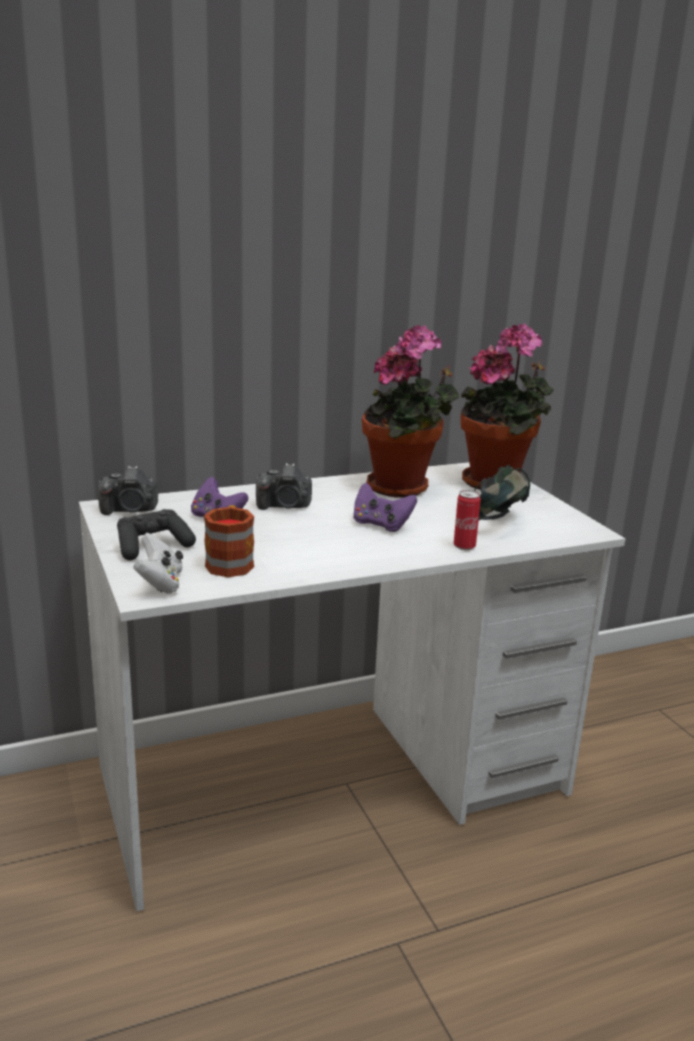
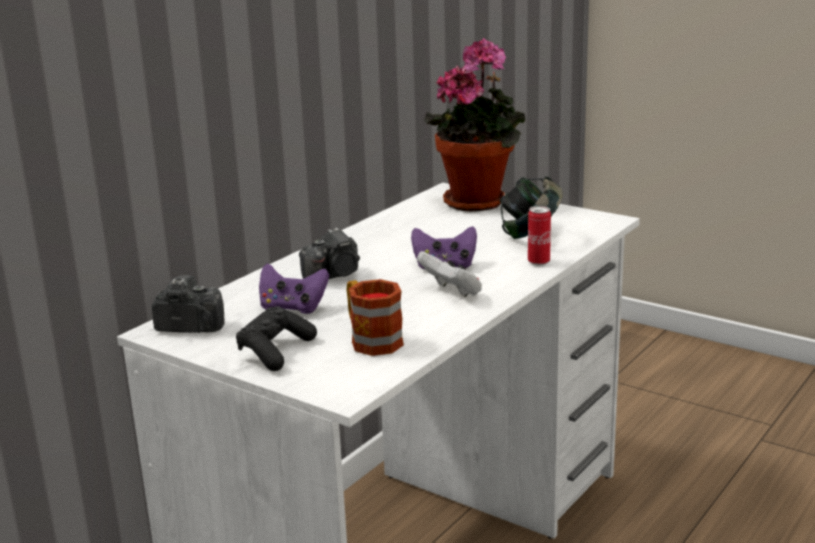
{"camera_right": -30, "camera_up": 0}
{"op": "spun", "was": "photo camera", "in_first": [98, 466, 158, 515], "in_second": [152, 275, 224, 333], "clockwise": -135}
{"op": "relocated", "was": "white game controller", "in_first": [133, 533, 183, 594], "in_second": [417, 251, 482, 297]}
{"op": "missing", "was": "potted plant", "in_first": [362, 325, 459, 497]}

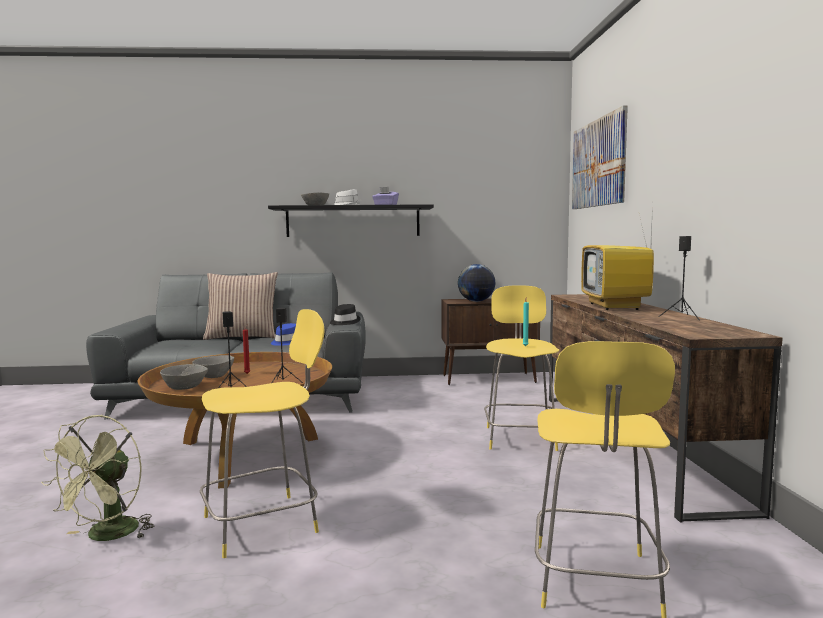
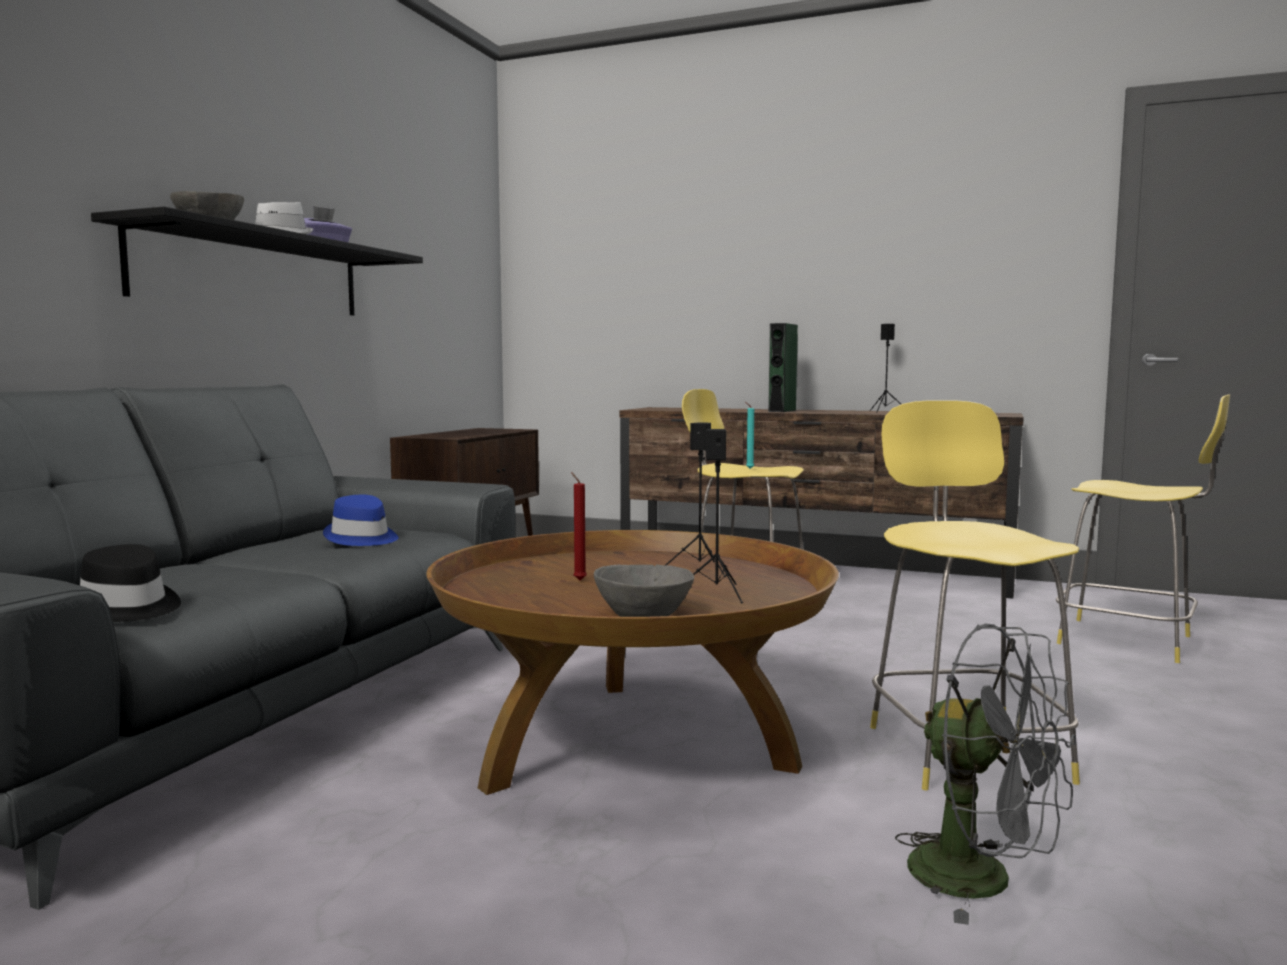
{"camera_right": -65, "camera_up": 0}
{"op": "colour", "was": "green fan", "now": "grey fan", "in_first": [41, 415, 155, 541], "in_second": [895, 623, 1076, 925]}
{"op": "missing", "was": "grey bowl", "in_first": [192, 355, 234, 378]}
{"op": "missing", "was": "pillow", "in_first": [203, 272, 278, 340]}
{"op": "relocated", "was": "black hat", "in_first": [330, 304, 360, 325], "in_second": [80, 544, 181, 622]}
{"op": "missing", "was": "globe", "in_first": [458, 264, 495, 302]}
{"op": "missing", "was": "picture", "in_first": [572, 105, 628, 209]}
{"op": "exchanged", "was": "television", "now": "green speaker", "in_first": [581, 204, 654, 310], "in_second": [768, 323, 798, 412]}

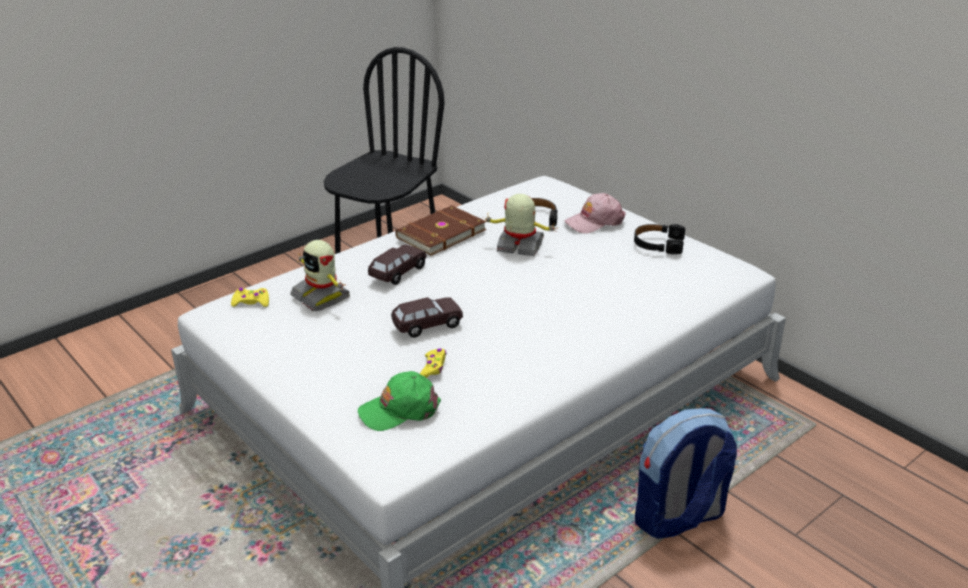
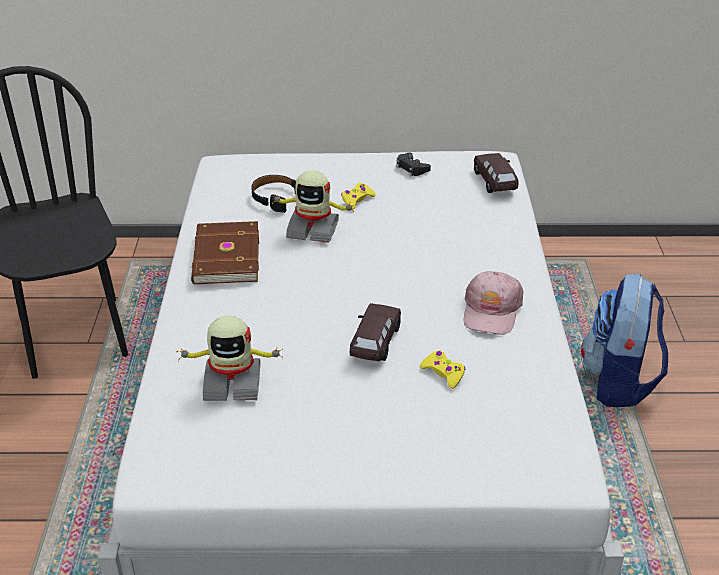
{"camera_right": -50, "camera_up": 5}
{"op": "relocated", "was": "yellow game controller", "in_first": [231, 288, 269, 307], "in_second": [341, 183, 376, 210]}
{"op": "missing", "was": "green cap", "in_first": [357, 371, 441, 431]}
{"op": "relocated", "was": "brown toy car", "in_first": [368, 245, 427, 285], "in_second": [474, 153, 519, 193]}
{"op": "spun", "was": "toy robot", "in_first": [484, 194, 557, 256], "in_second": [271, 170, 354, 243], "clockwise": -135}
{"op": "relocated", "was": "pink cap", "in_first": [565, 193, 626, 233], "in_second": [464, 271, 523, 335]}
{"op": "exchanged", "was": "black headphones", "now": "black game controller", "in_first": [634, 224, 685, 255], "in_second": [396, 152, 431, 176]}

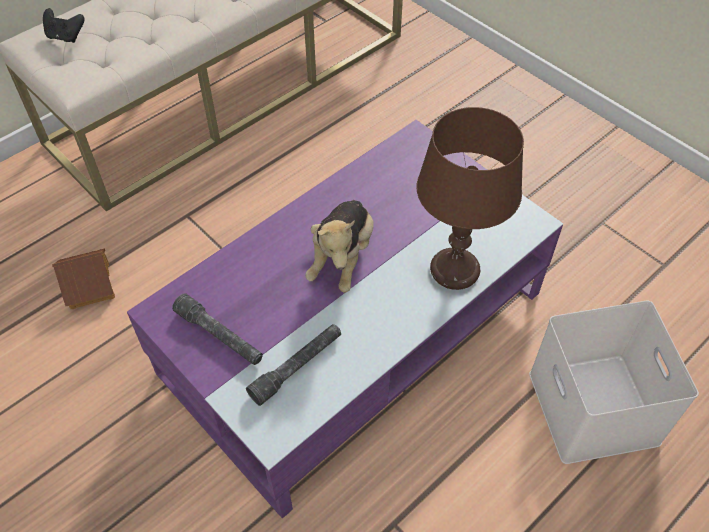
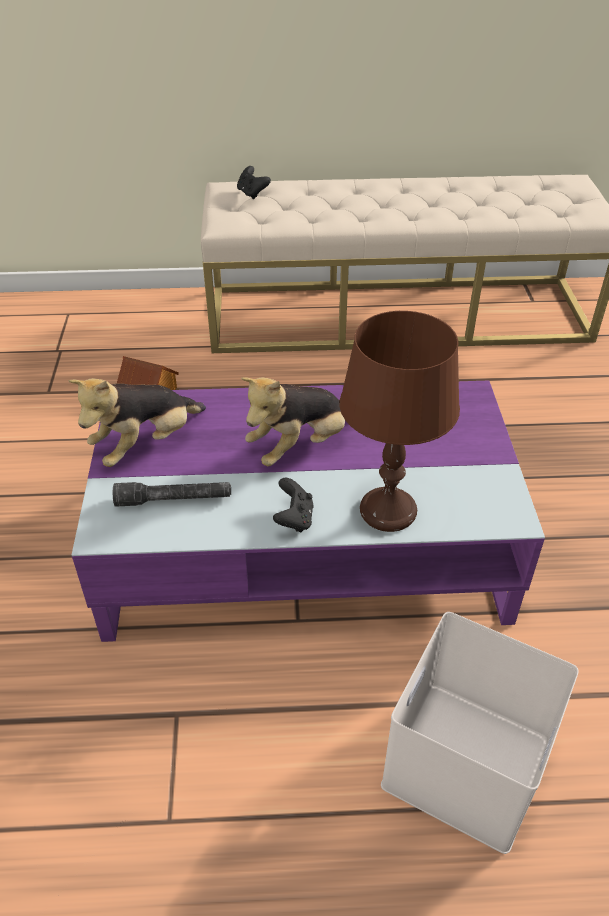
{"camera_right": 40, "camera_up": -10}
{"op": "exchanged", "was": "grey flashlight", "now": "plush toy", "in_first": [172, 293, 263, 365], "in_second": [69, 378, 206, 467]}
{"op": "appeared", "now": "black game controller", "in_second": [273, 478, 314, 533]}

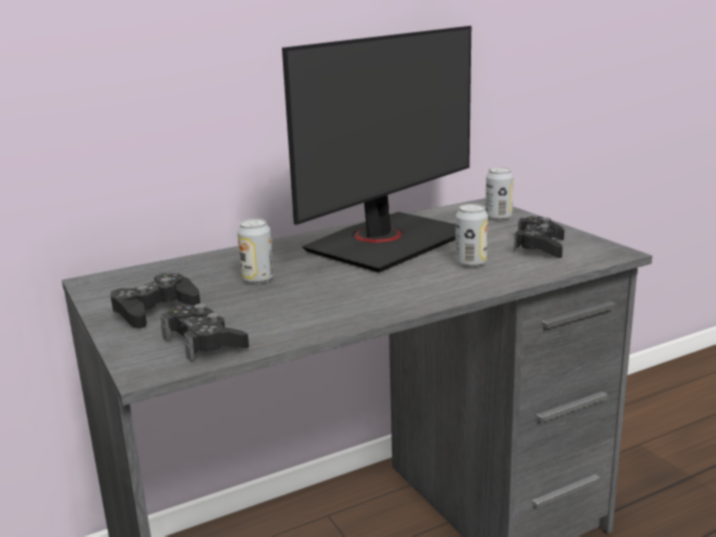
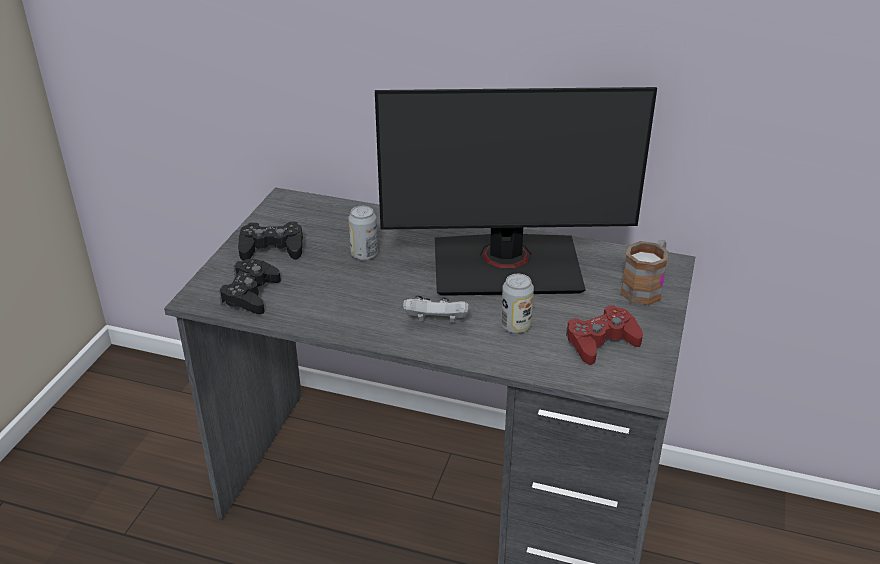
{"camera_right": 45, "camera_up": 15}
{"op": "exchanged", "was": "can", "now": "mug", "in_first": [485, 167, 513, 220], "in_second": [620, 240, 668, 305]}
{"op": "colour", "was": "black game controller", "now": "red game controller", "in_first": [514, 216, 564, 258], "in_second": [566, 305, 643, 365]}
{"op": "appeared", "now": "white game controller", "in_second": [403, 296, 469, 323]}

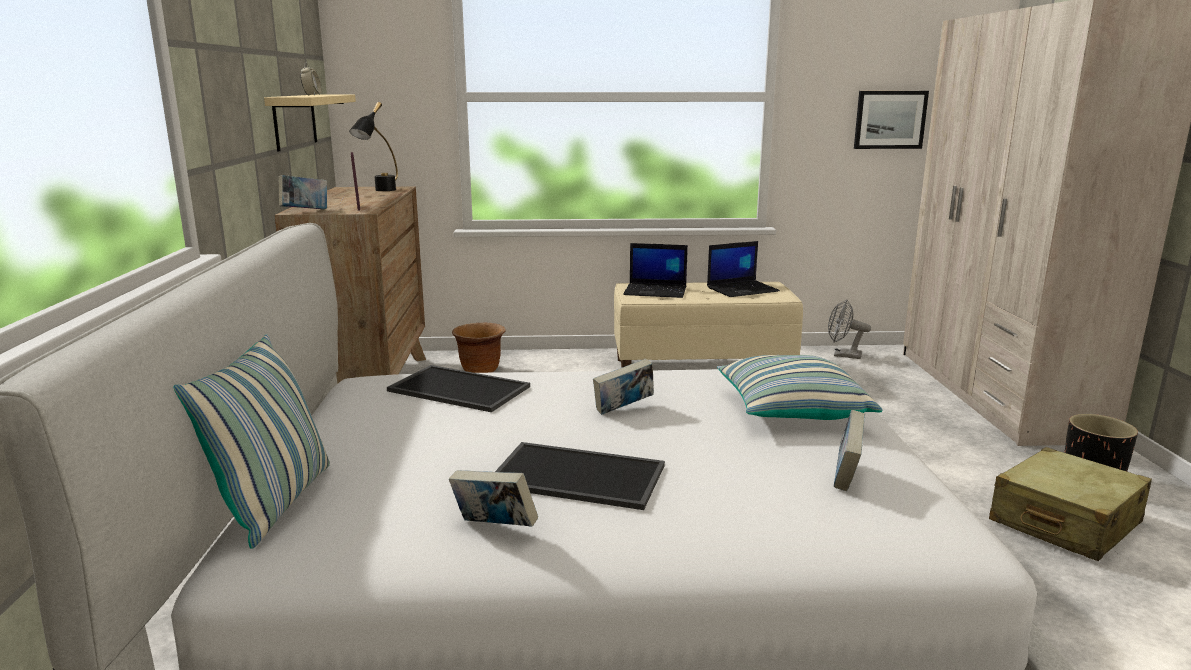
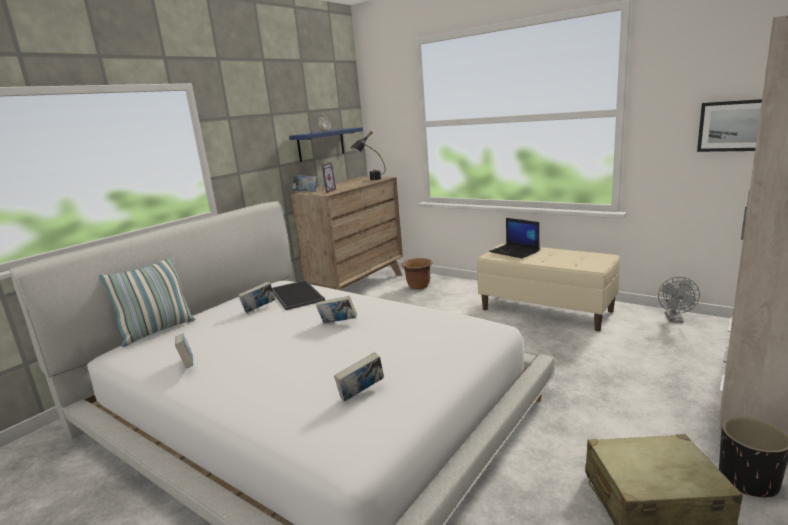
{"camera_right": 40, "camera_up": 0}
{"op": "colour", "was": "beige shelf", "now": "blue shelf", "in_first": [264, 95, 356, 152], "in_second": [289, 127, 363, 162]}
{"op": "missing", "was": "tray", "in_first": [495, 442, 665, 510]}
{"op": "missing", "was": "laptop", "in_first": [707, 241, 780, 297]}
{"op": "missing", "was": "pillow", "in_first": [717, 355, 882, 420]}
{"op": "spun", "was": "grey fan", "in_first": [828, 300, 871, 359], "in_second": [658, 277, 700, 323], "clockwise": -135}
{"op": "appeared", "now": "book", "in_second": [238, 281, 276, 313]}

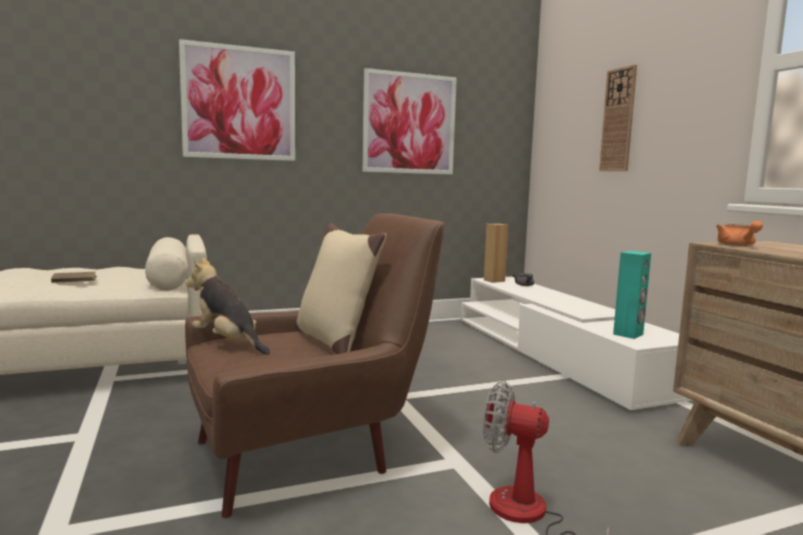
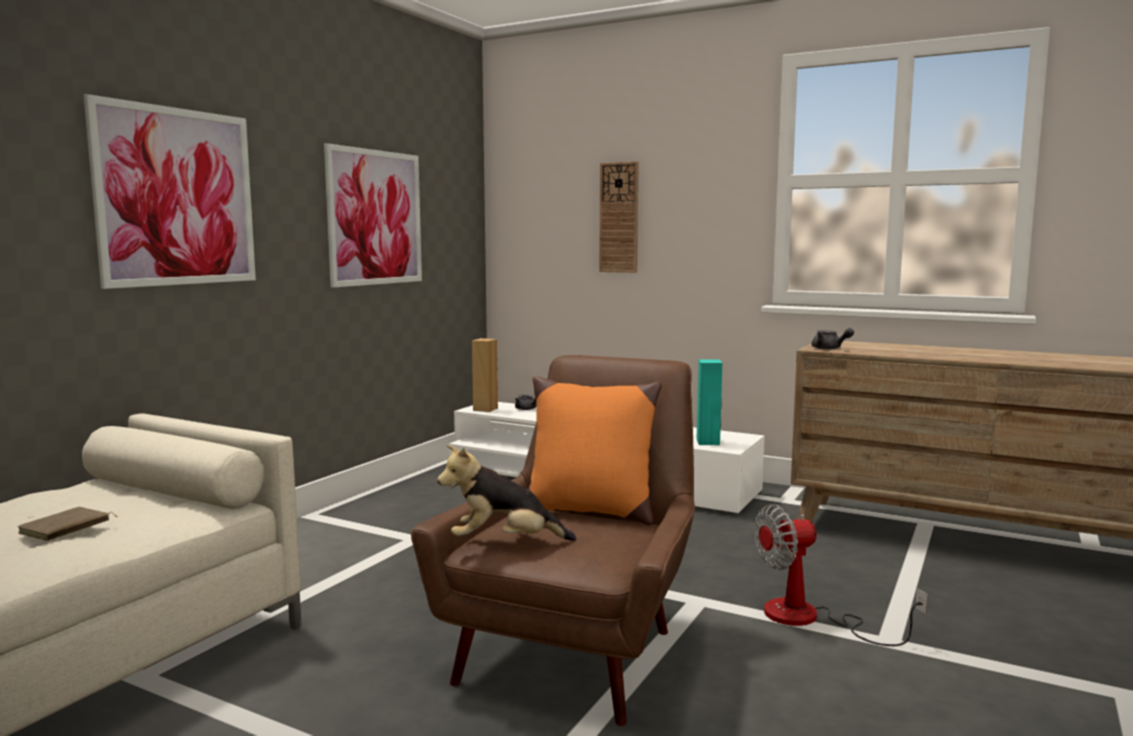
{"camera_right": -40, "camera_up": 0}
{"op": "colour", "was": "beige pillow", "now": "orange pillow", "in_first": [295, 223, 387, 354], "in_second": [528, 376, 662, 525]}
{"op": "colour", "was": "orange teapot", "now": "grey teapot", "in_first": [716, 221, 763, 246], "in_second": [812, 328, 854, 349]}

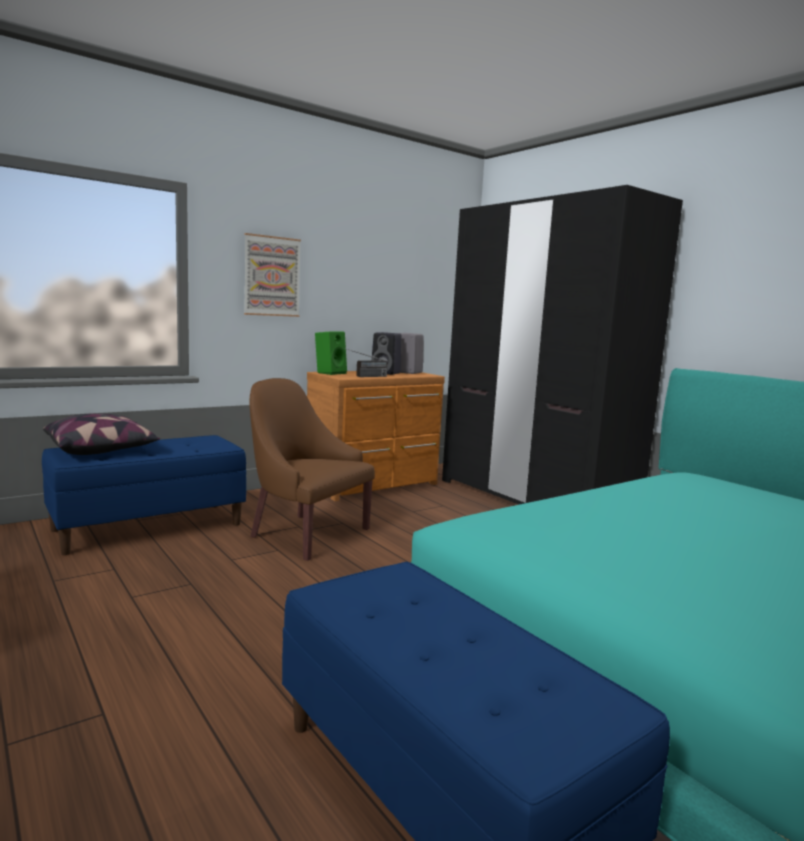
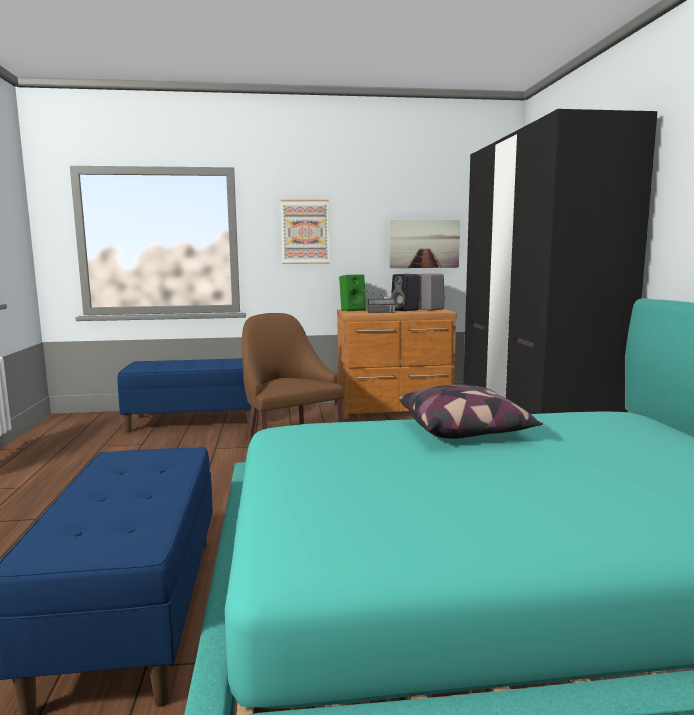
{"camera_right": 30, "camera_up": 0}
{"op": "relocated", "was": "pillow", "in_first": [43, 414, 160, 455], "in_second": [399, 385, 543, 439]}
{"op": "appeared", "now": "picture", "in_second": [390, 220, 460, 268]}

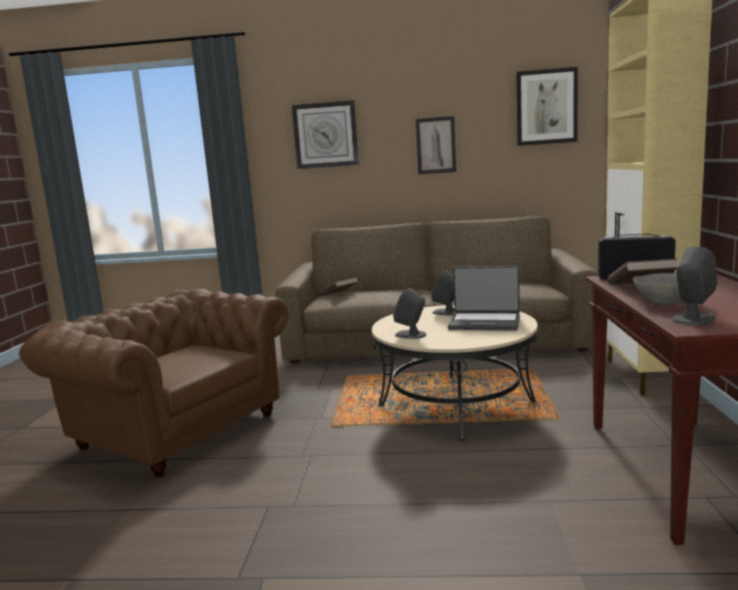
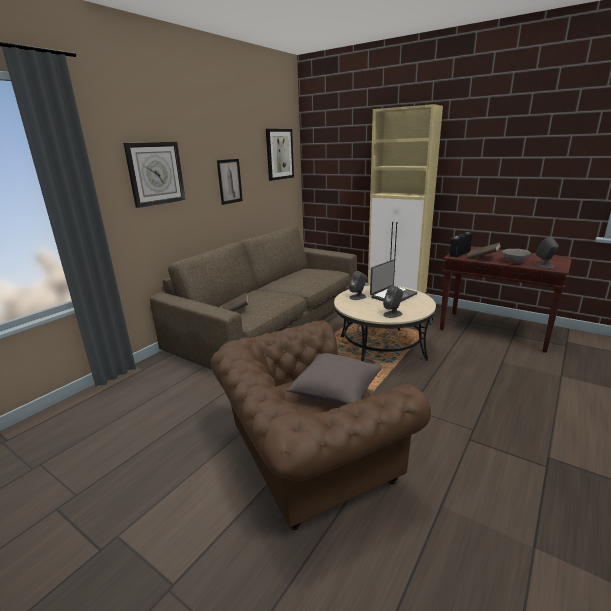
{"camera_right": -60, "camera_up": 10}
{"op": "appeared", "now": "grey pillow", "in_second": [286, 353, 382, 406]}

